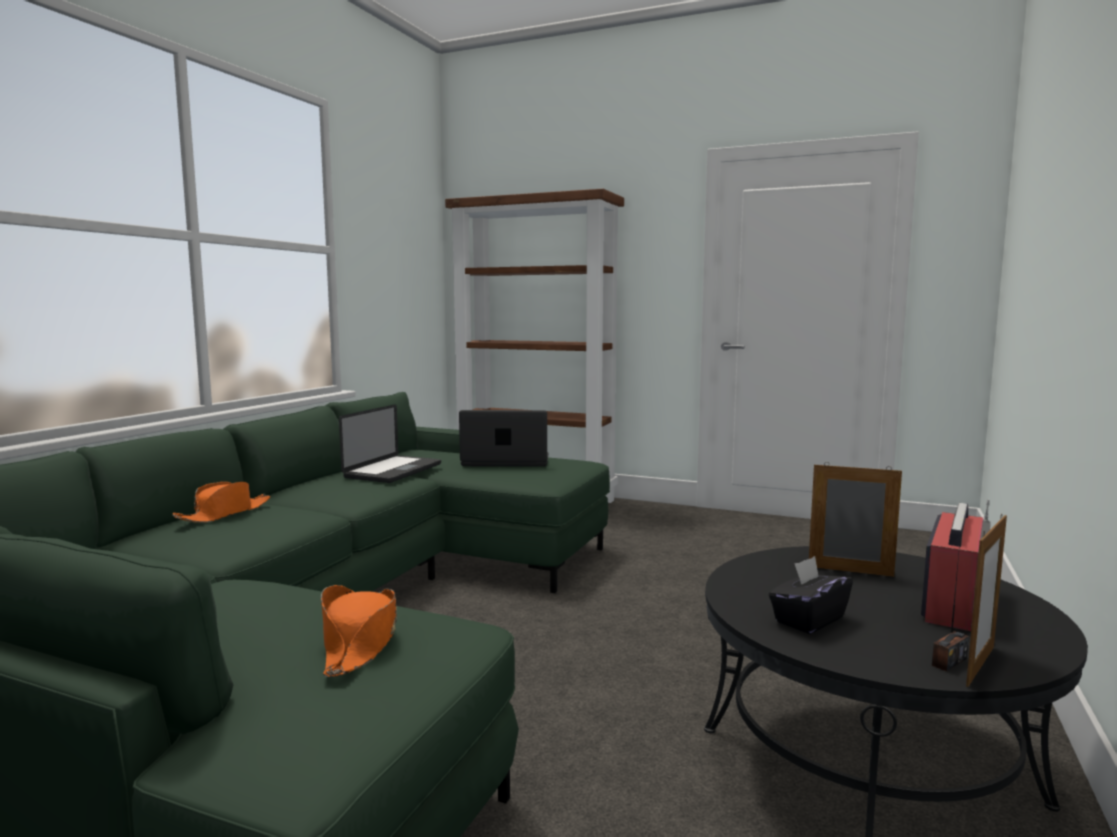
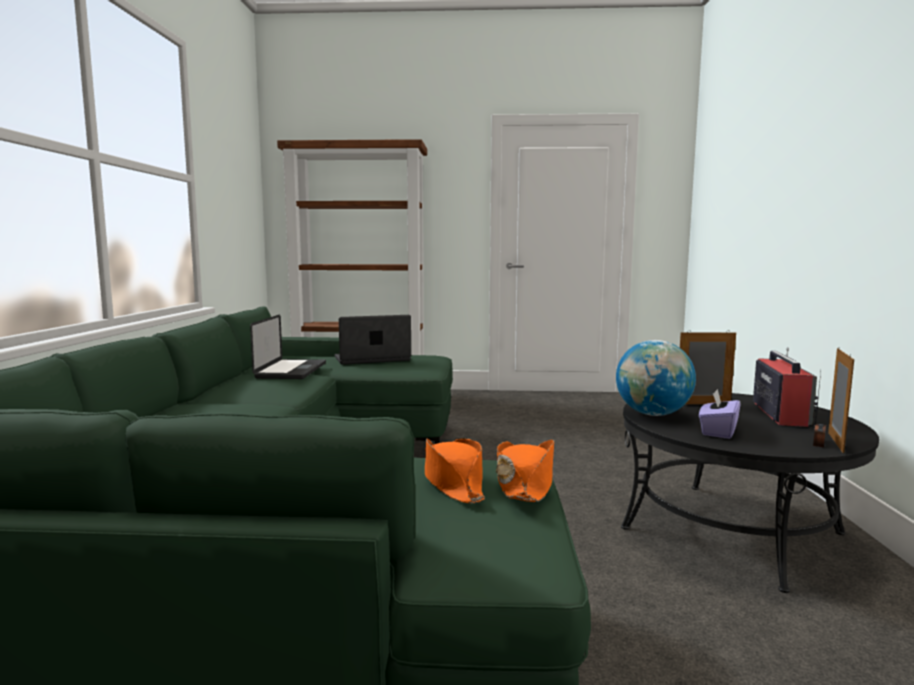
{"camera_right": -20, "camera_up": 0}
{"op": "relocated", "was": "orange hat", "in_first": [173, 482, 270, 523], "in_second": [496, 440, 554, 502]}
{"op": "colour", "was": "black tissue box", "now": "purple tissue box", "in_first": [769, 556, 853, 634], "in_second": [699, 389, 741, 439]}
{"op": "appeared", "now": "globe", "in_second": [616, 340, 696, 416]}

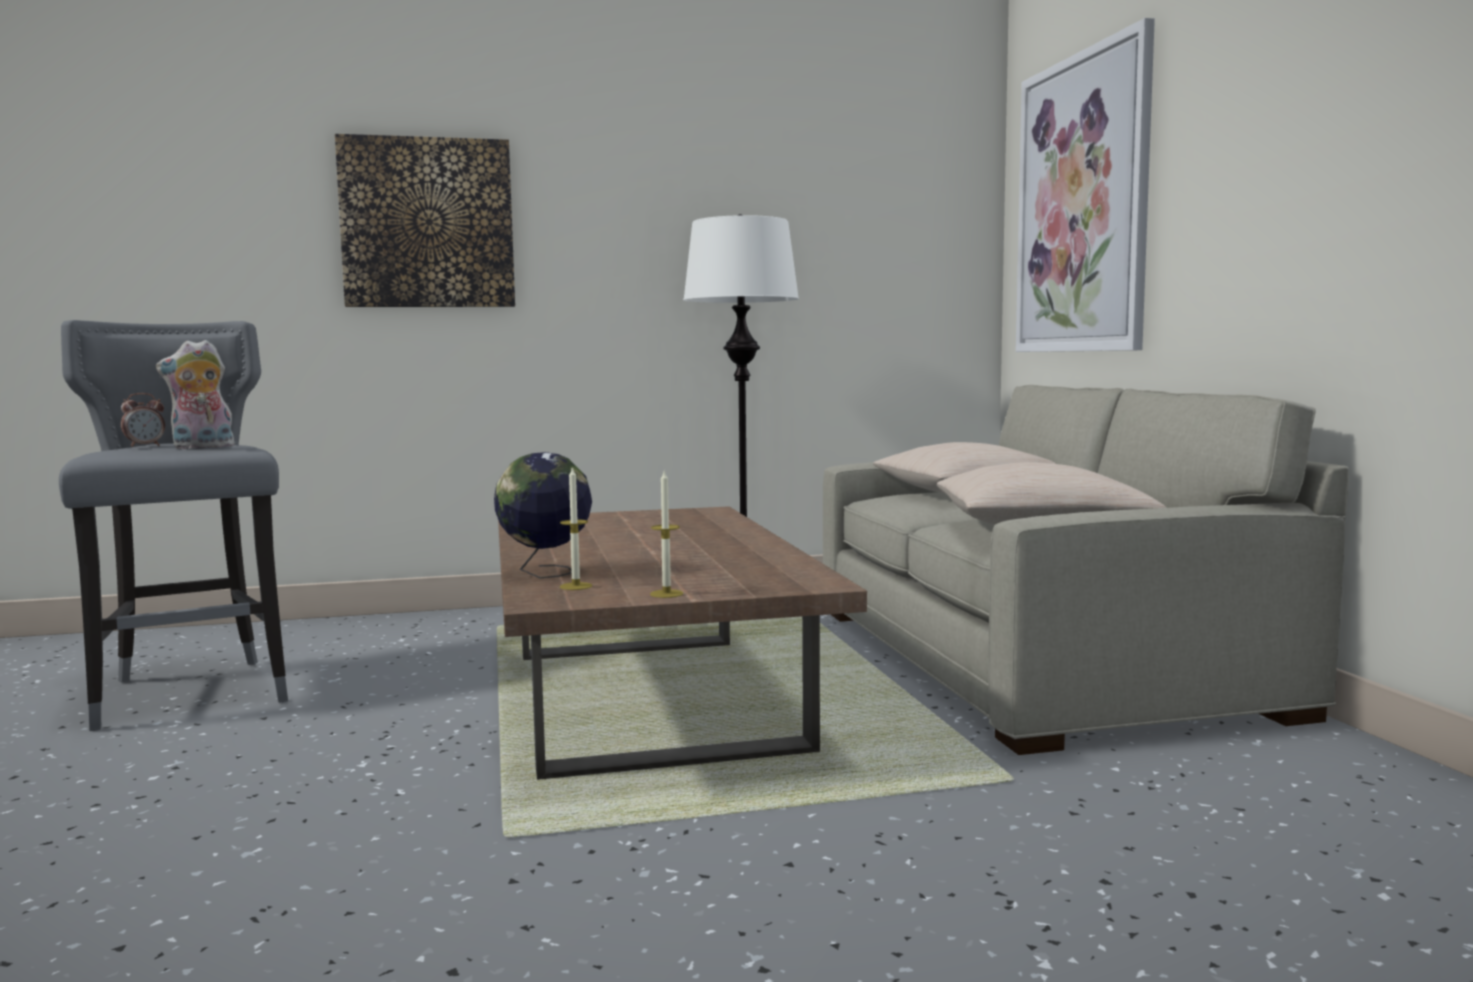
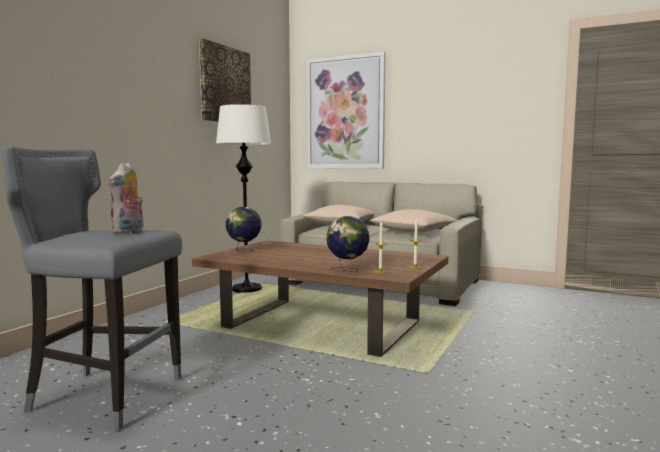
{"camera_right": -50, "camera_up": 0}
{"op": "missing", "was": "alarm clock", "in_first": [121, 393, 165, 447]}
{"op": "relocated", "was": "picture", "in_first": [335, 134, 515, 307], "in_second": [199, 38, 251, 121]}
{"op": "appeared", "now": "globe", "in_second": [226, 207, 262, 253]}

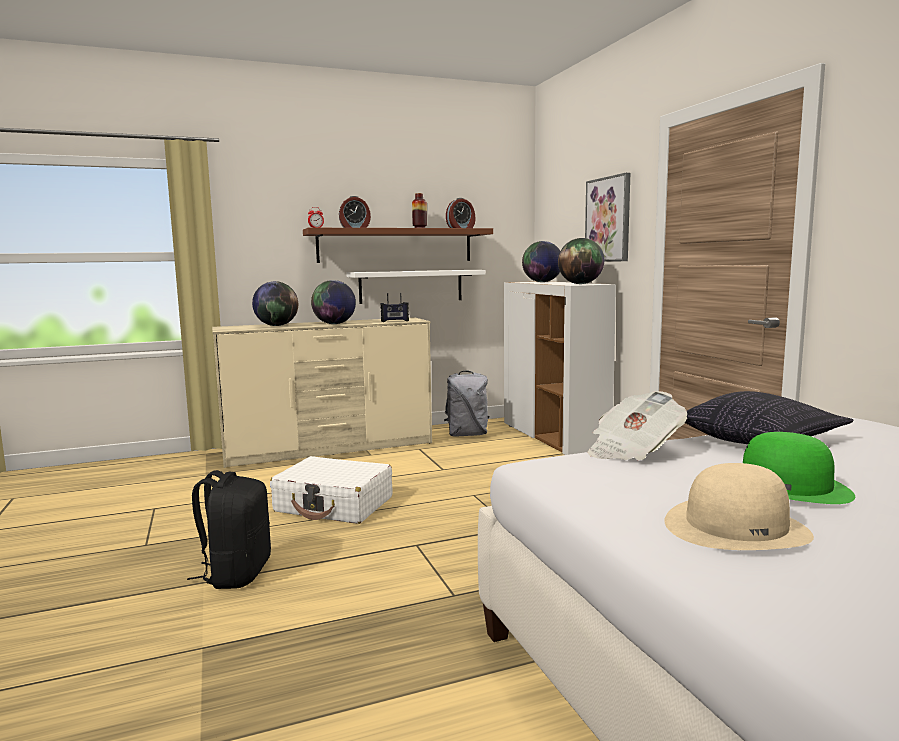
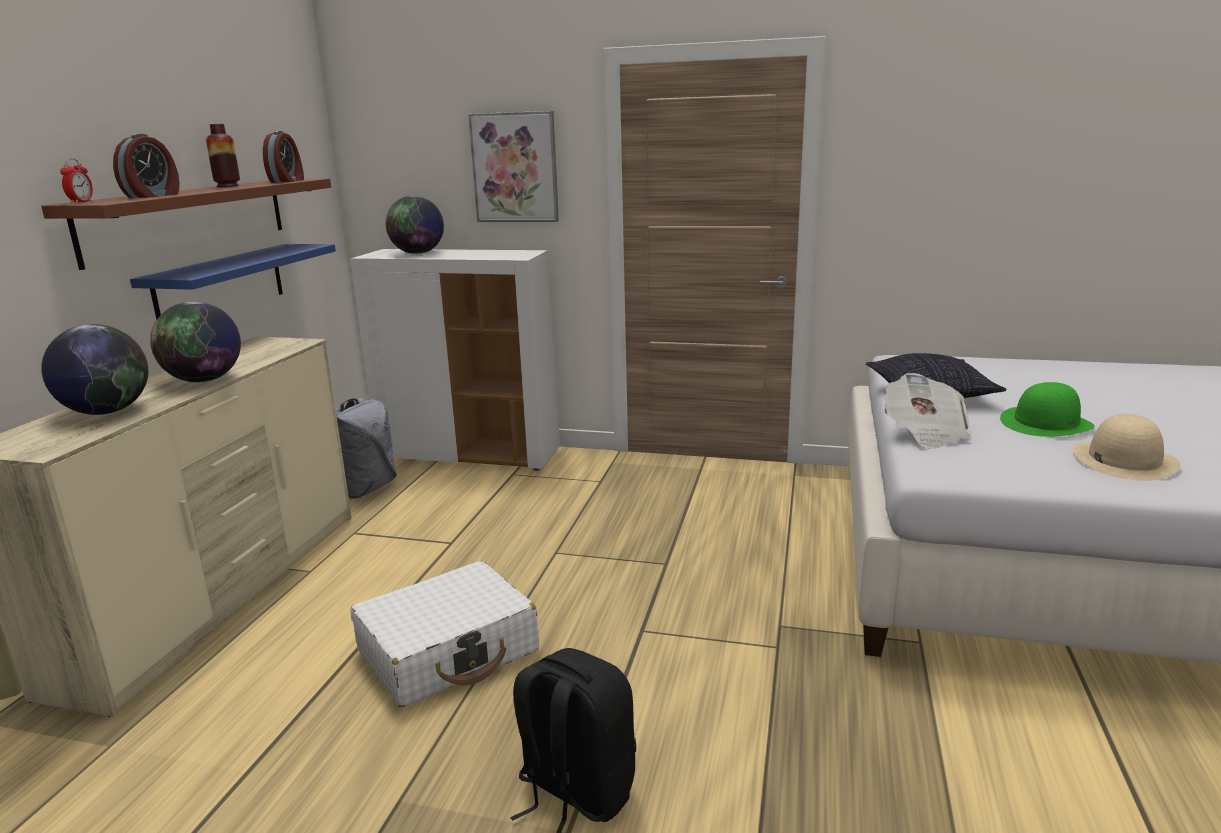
{"camera_right": -55, "camera_up": 10}
{"op": "colour", "was": "white shelf", "now": "blue shelf", "in_first": [347, 270, 486, 304], "in_second": [130, 244, 336, 320]}
{"op": "missing", "was": "radio", "in_first": [380, 293, 409, 322]}
{"op": "missing", "was": "globe", "in_first": [558, 238, 604, 284]}

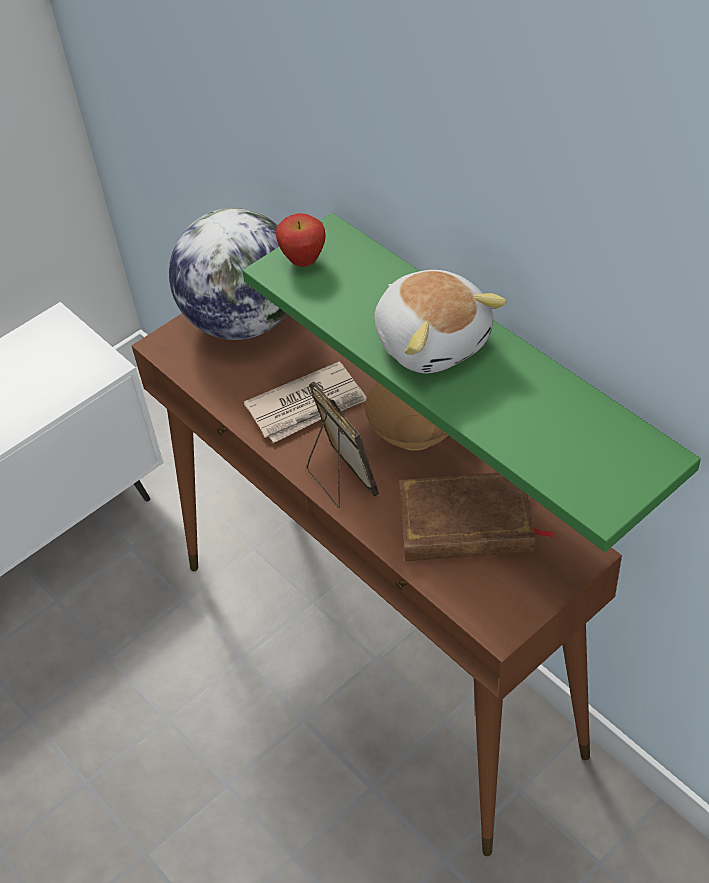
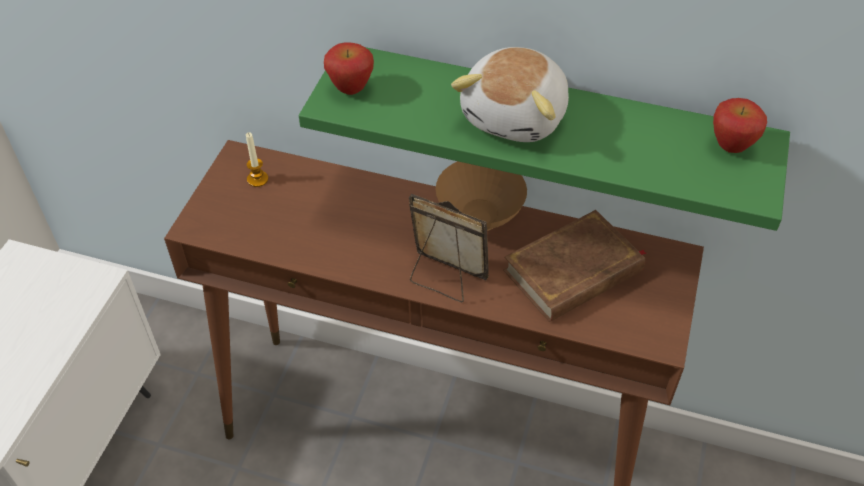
{"camera_right": -35, "camera_up": 0}
{"op": "exchanged", "was": "globe", "now": "candle", "in_first": [169, 208, 287, 340], "in_second": [246, 132, 268, 187]}
{"op": "missing", "was": "newspaper", "in_first": [244, 361, 367, 443]}
{"op": "spun", "was": "plush toy", "in_first": [374, 270, 506, 374], "in_second": [451, 47, 569, 142], "clockwise": 90}
{"op": "appeared", "now": "apple", "in_second": [713, 98, 767, 153]}

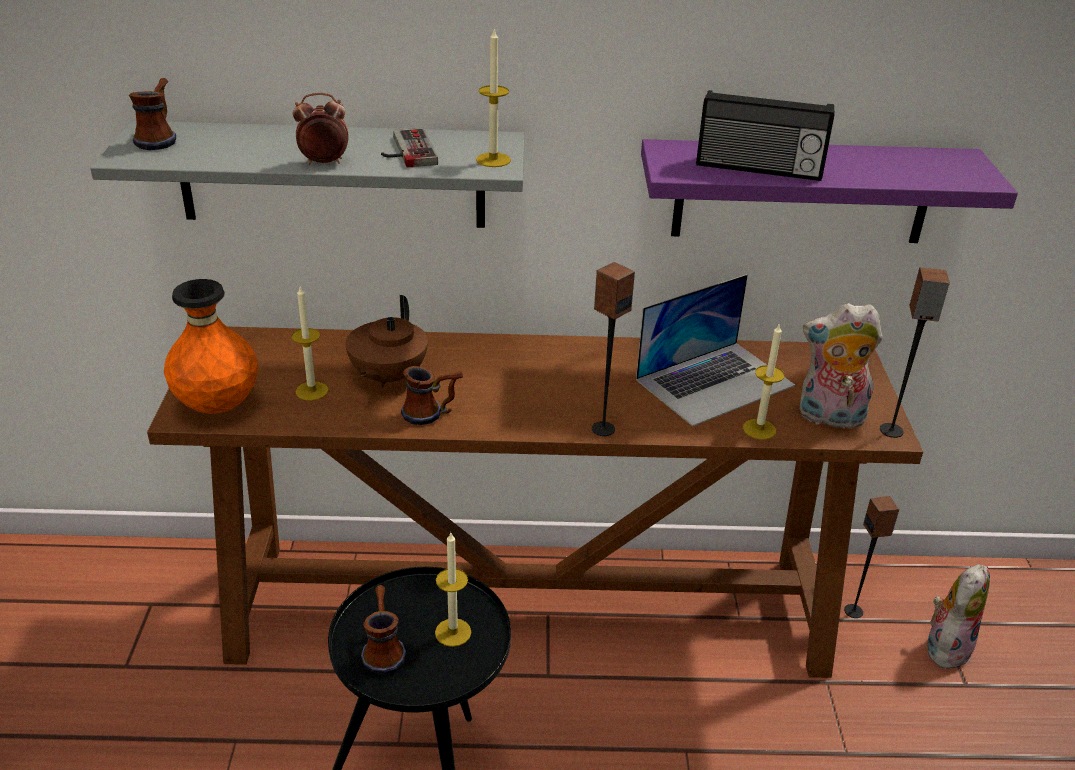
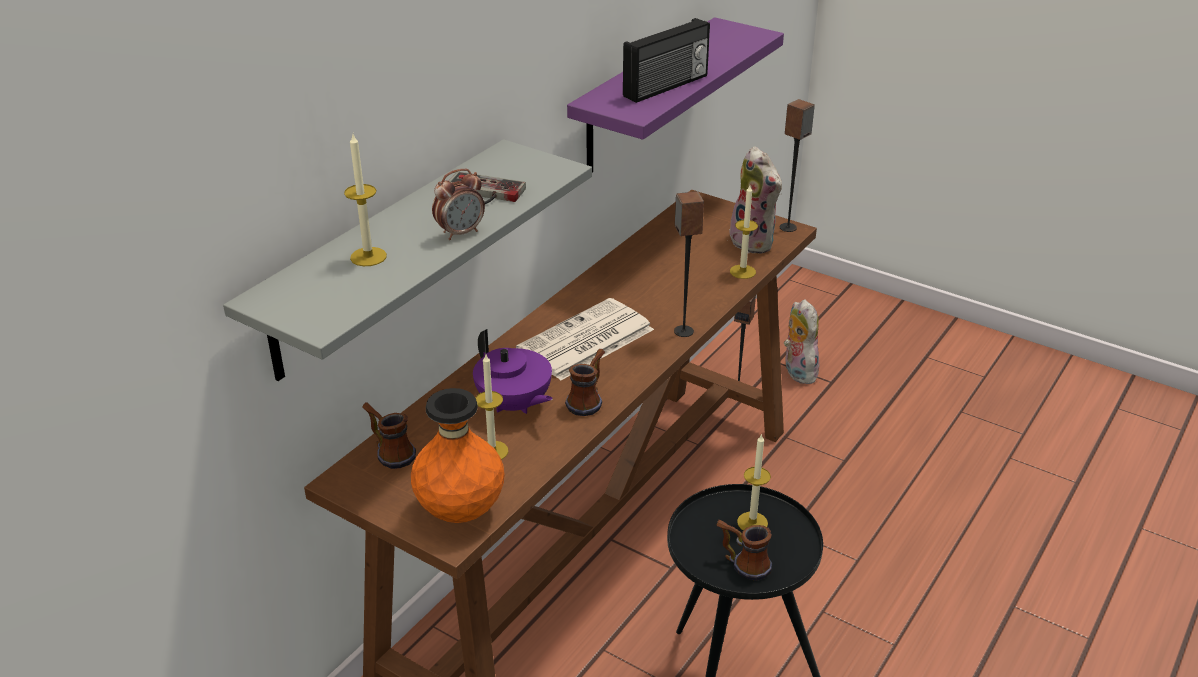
{"camera_right": -55, "camera_up": 0}
{"op": "relocated", "was": "mug", "in_first": [129, 78, 176, 150], "in_second": [362, 402, 416, 469]}
{"op": "spun", "was": "alarm clock", "in_first": [293, 93, 349, 165], "in_second": [432, 169, 485, 240], "clockwise": -150}
{"op": "colour", "was": "brown teapot", "now": "purple teapot", "in_first": [346, 295, 428, 388], "in_second": [473, 329, 553, 414]}
{"op": "relocated", "was": "candle", "in_first": [476, 30, 511, 167], "in_second": [344, 134, 387, 266]}
{"op": "missing", "was": "laptop", "in_first": [636, 274, 795, 426]}
{"op": "spun", "was": "plush toy", "in_first": [799, 303, 883, 429], "in_second": [729, 146, 782, 254], "clockwise": -75}
{"op": "appeared", "now": "newspaper", "in_second": [516, 298, 654, 381]}

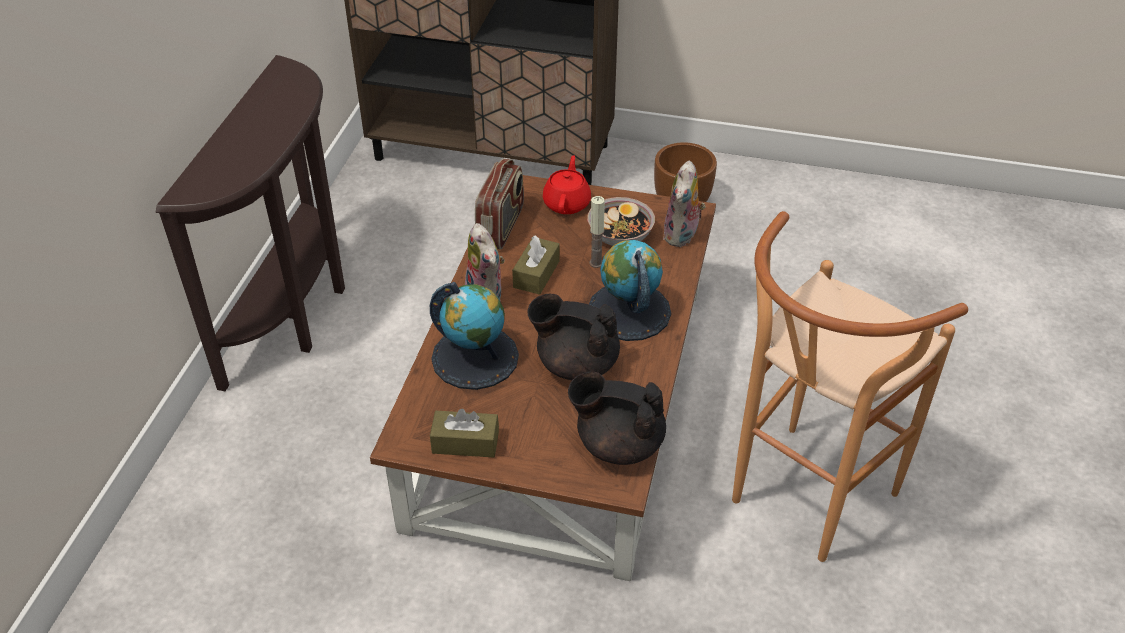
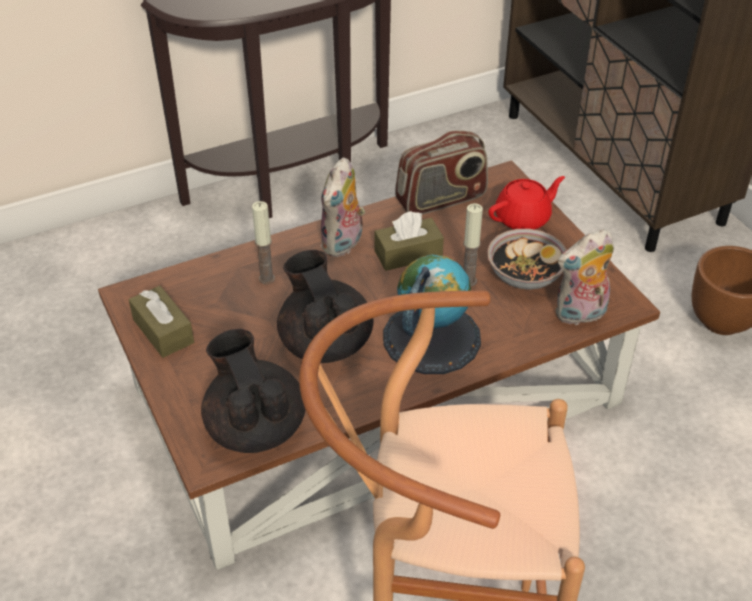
{"camera_right": 50, "camera_up": 0}
{"op": "exchanged", "was": "globe", "now": "candle", "in_first": [430, 282, 519, 390], "in_second": [252, 201, 275, 284]}

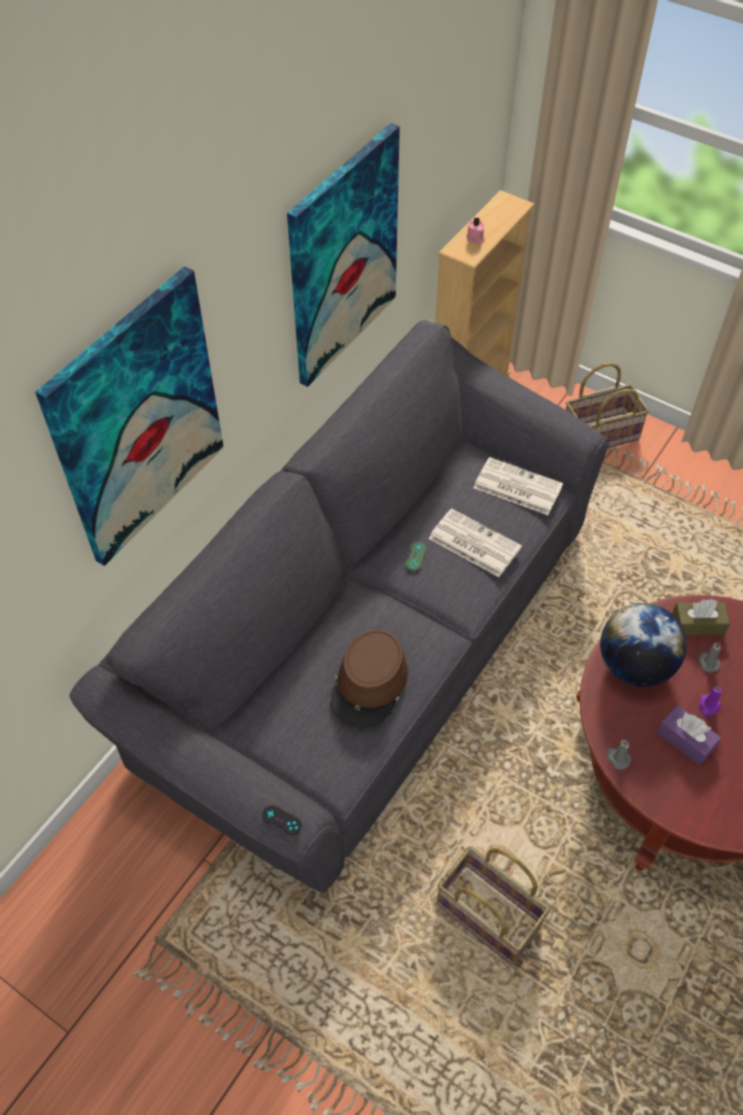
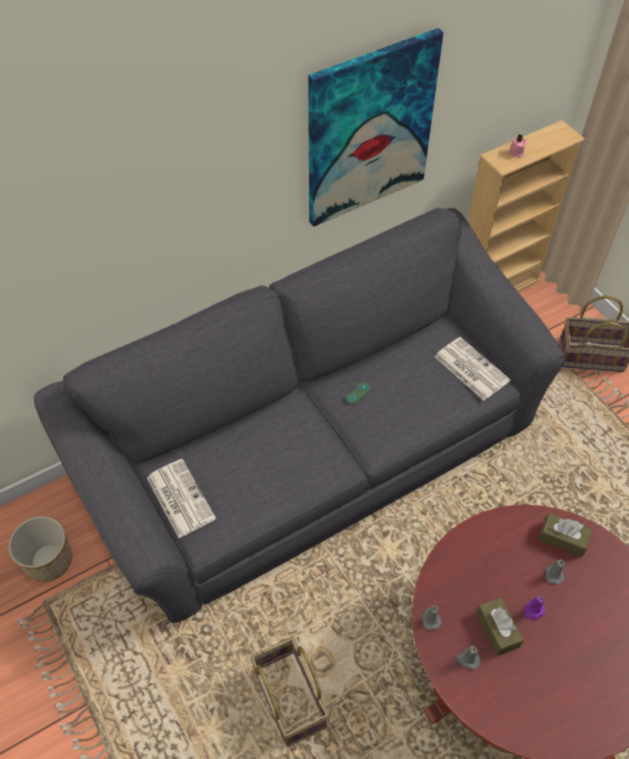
{"camera_right": 25, "camera_up": 0}
{"op": "missing", "was": "picture", "in_first": [35, 266, 224, 566]}
{"op": "missing", "was": "black game controller", "in_first": [262, 805, 302, 835]}
{"op": "missing", "was": "brown hat", "in_first": [330, 629, 408, 728]}
{"op": "relocated", "was": "newspaper", "in_first": [428, 508, 522, 577], "in_second": [147, 459, 216, 538]}
{"op": "missing", "was": "globe", "in_first": [600, 603, 687, 687]}
{"op": "colour", "was": "purple tissue box", "now": "brown tissue box", "in_first": [657, 705, 721, 765], "in_second": [476, 597, 524, 656]}
{"op": "appeared", "now": "planter", "in_second": [9, 516, 72, 582]}
{"op": "appeared", "now": "grey candle", "in_second": [456, 645, 480, 670]}

